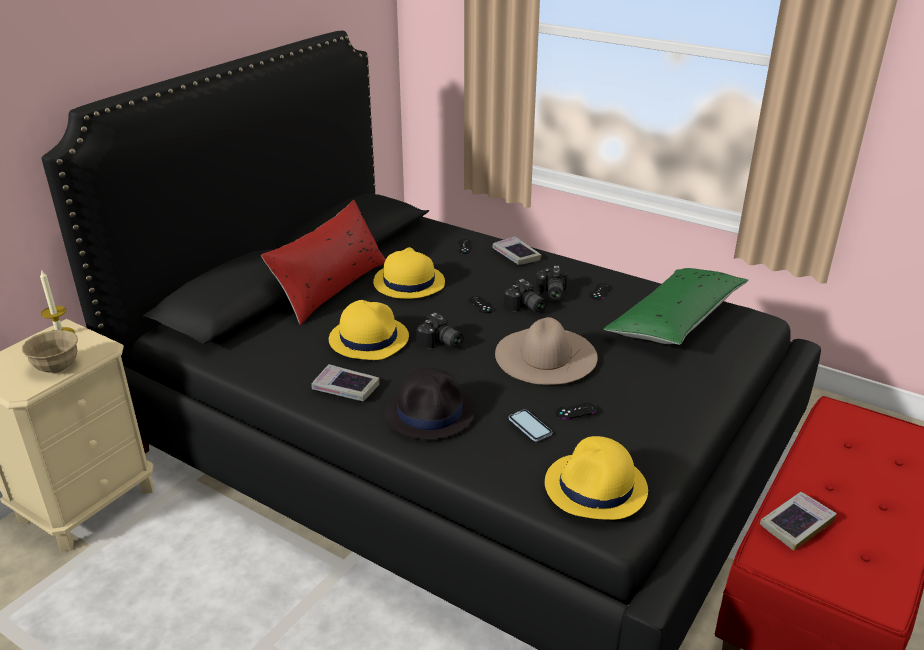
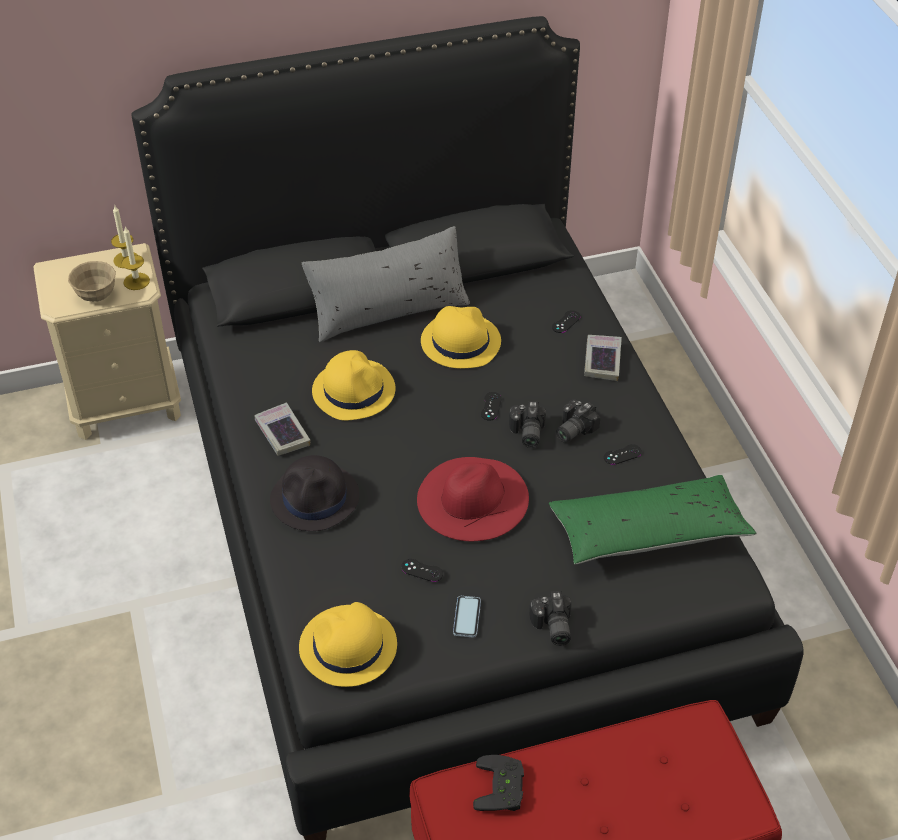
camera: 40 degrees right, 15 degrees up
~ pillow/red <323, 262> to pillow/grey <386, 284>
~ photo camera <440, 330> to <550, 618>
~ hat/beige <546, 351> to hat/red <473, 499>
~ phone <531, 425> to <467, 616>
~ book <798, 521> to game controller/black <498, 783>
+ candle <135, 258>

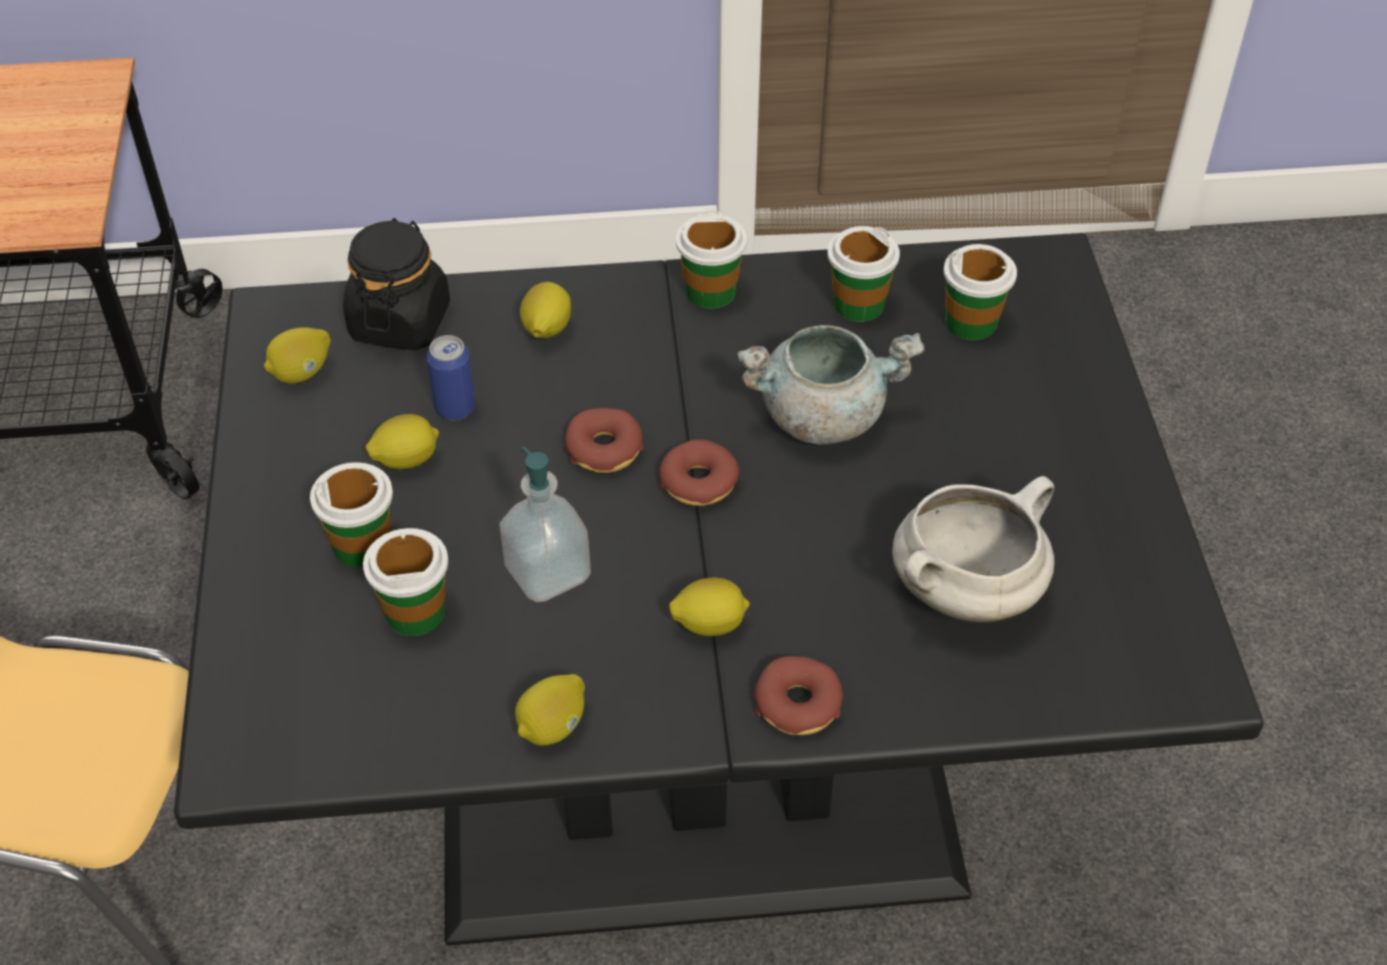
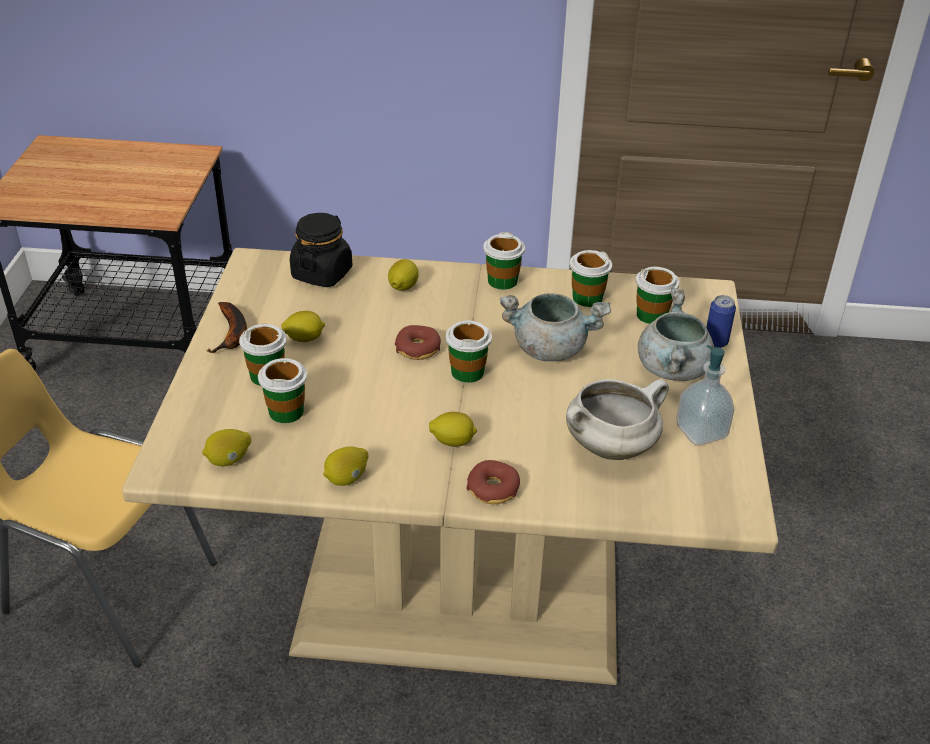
camera: 10 degrees right, 10 degrees down
~ dining table/black <719, 589> to dining table/beige <450, 466>
~ lemon <297, 355> to <226, 447>
~ can <451, 378> to <721, 321>
~ donut <699, 472> to cup <468, 352>
~ soap dispenser <545, 524> to <705, 395>
+ cooking pot/grey <676, 334>
+ banana <226, 327>

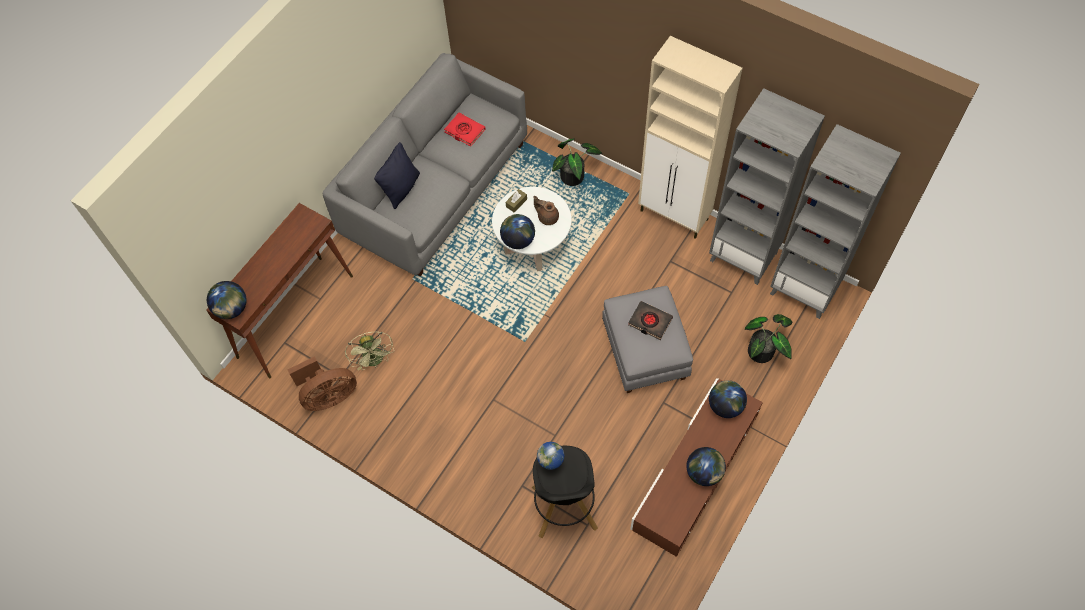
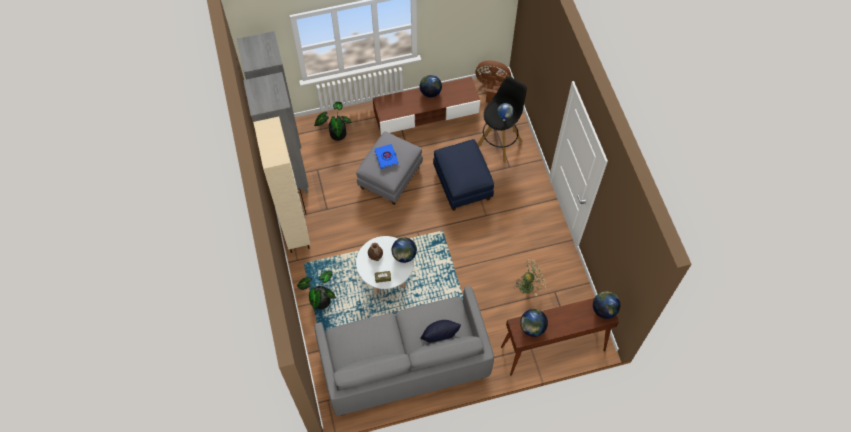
camera: 140 degrees left, 0 degrees up
- book/red <465, 129>
~ book/black <650, 320> to book/blue <386, 156>
~ fan/green <369, 351> = <530, 277> 45 degrees clockwise
~ fan/brown <322, 383> to <493, 81>
~ globe <728, 399> to <534, 323>
+ ottoman/blue <463, 175>

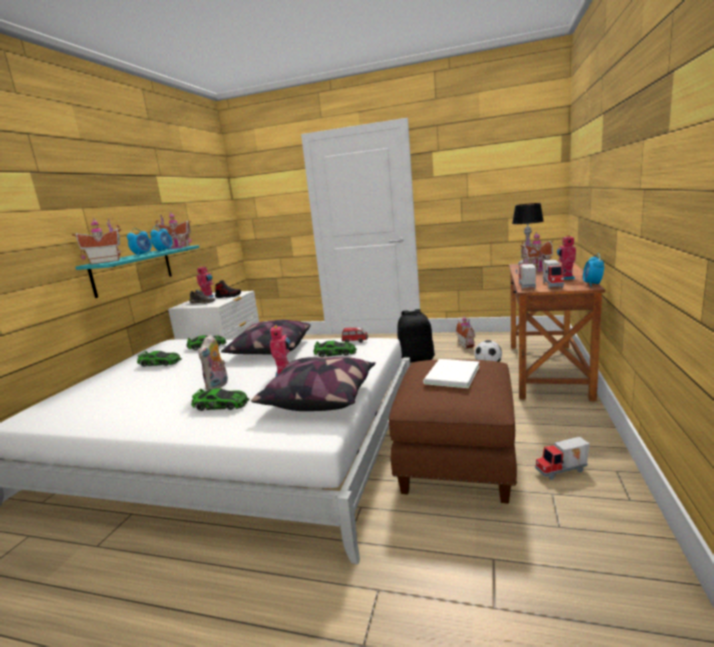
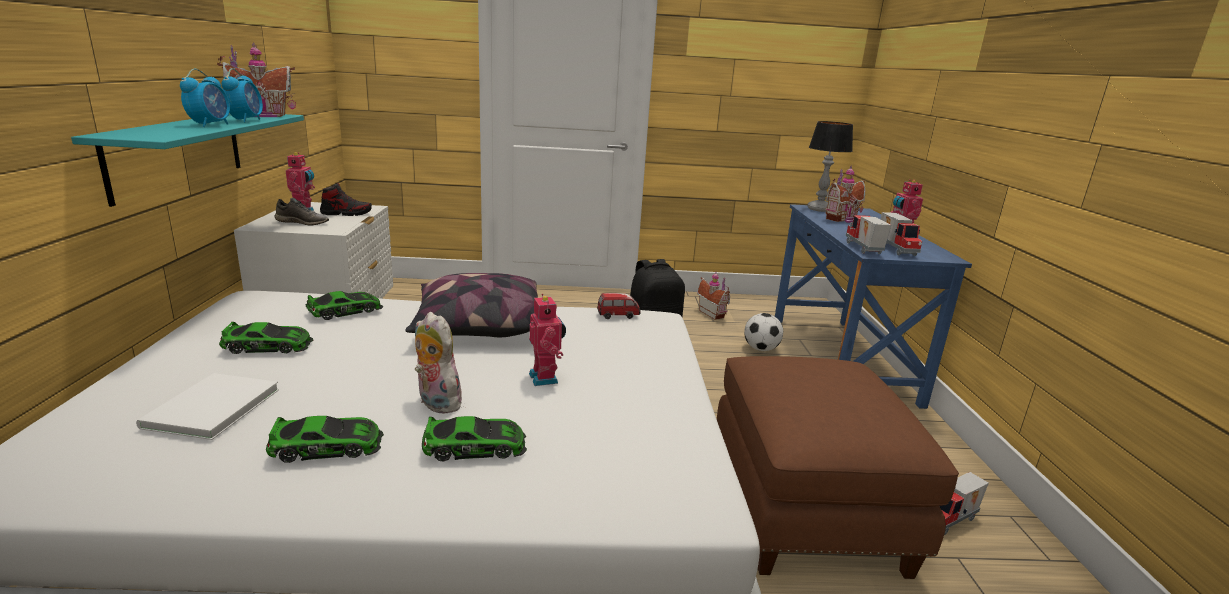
camera: 20 degrees left, 5 degrees up
- toy house <96, 241>
- alarm clock <593, 270>
~ desk/brown <557, 331> to desk/blue <873, 306>
~ plush toy <213, 363> = <440, 363> 135 degrees clockwise
~ toy car <335, 349> to <325, 439>
- pillow <313, 384>
~ book/white <451, 373> to <207, 406>

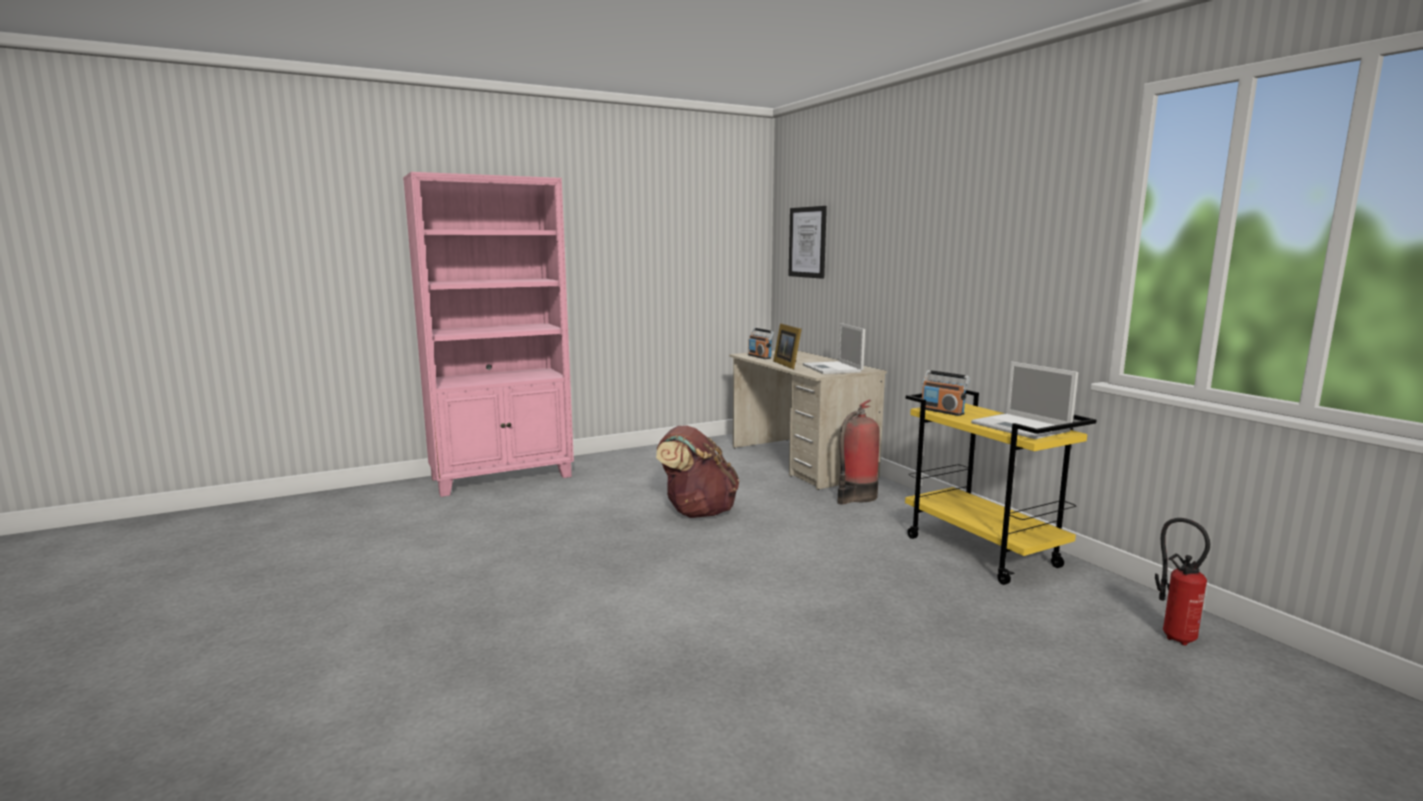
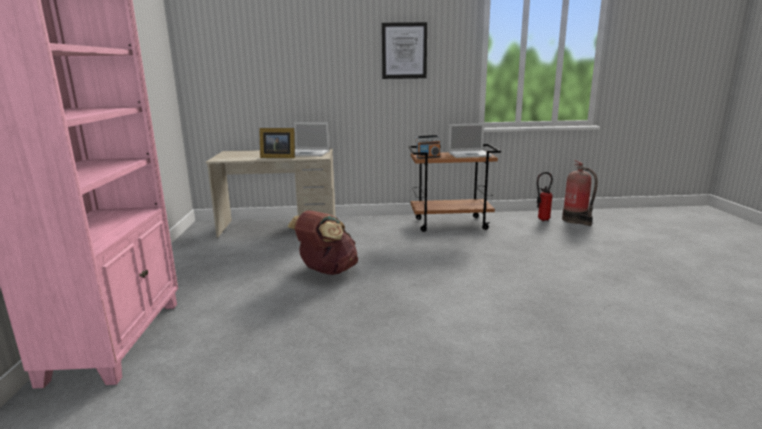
camera: 65 degrees left, 5 degrees up
~ picture <807, 242> to <404, 50>
- radio <761, 343>
~ cart/yellow <1000, 487> to cart/brown <455, 188>
~ fire extinguisher <859, 452> to <580, 193>

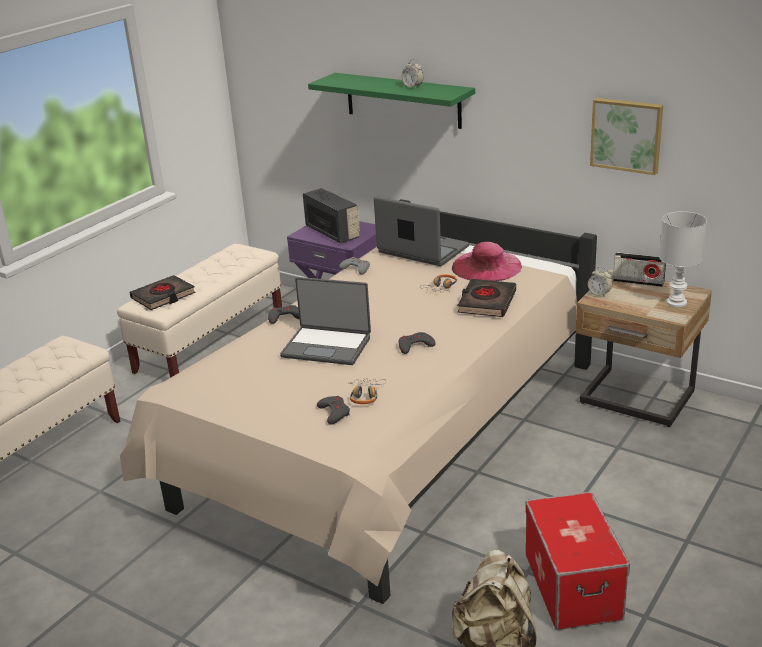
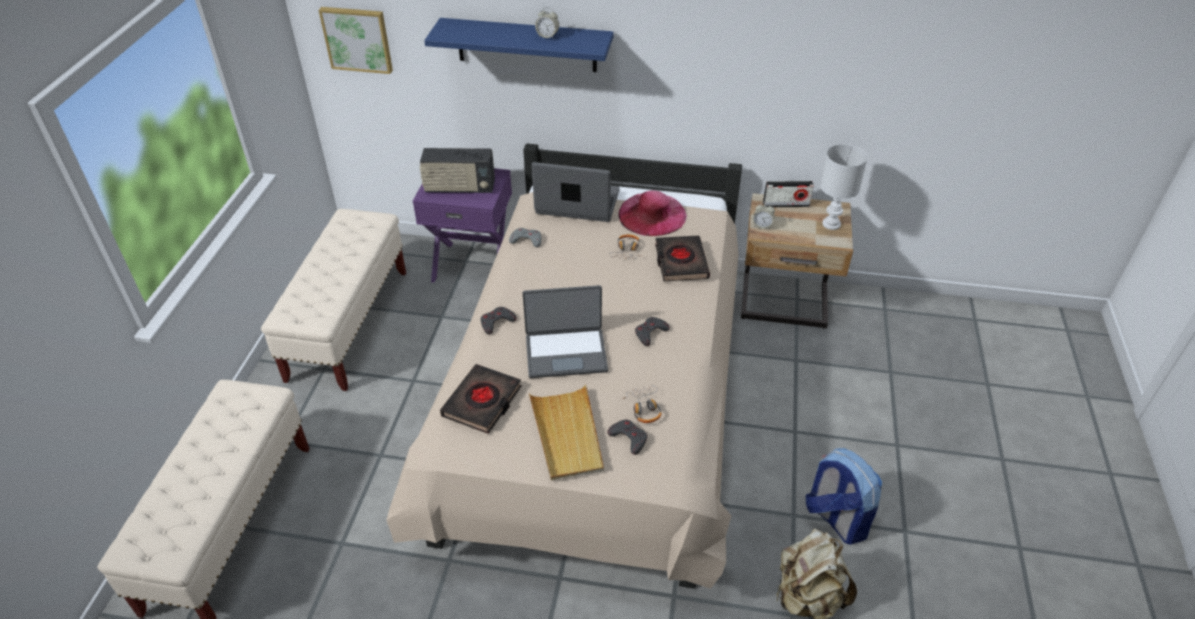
camera: 25 degrees left, 15 degrees up
~ shelf/green <391, 101> to shelf/blue <518, 45>
~ picture <626, 136> to <356, 40>
~ radio <331, 216> = <457, 170> 150 degrees clockwise
~ book/black <162, 292> to <481, 399>
~ storage box <577, 561> to backpack <844, 496>
+ tray/beige <566, 432>

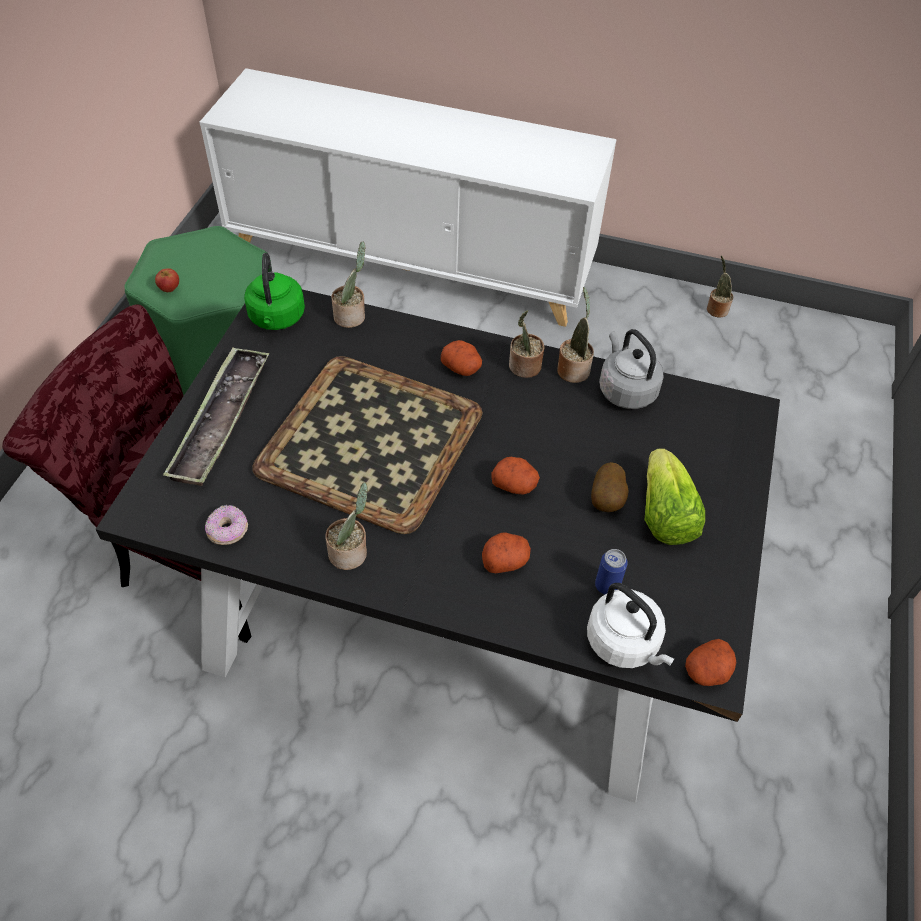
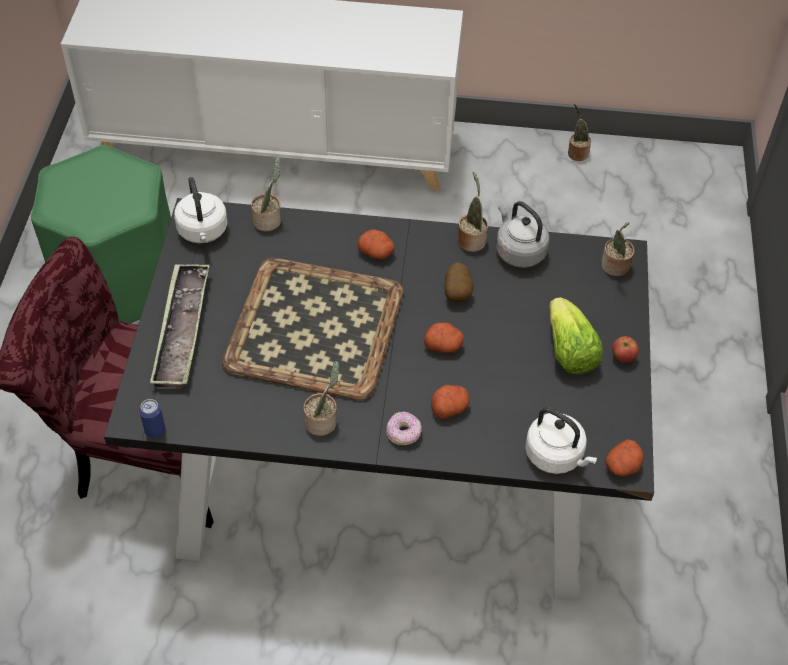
camera: 10 degrees left, 0 degrees up
~ kettle/green <274, 291> to kettle/white <200, 210>
~ apple <167, 280> to <625, 349>
~ potted plant <527, 344> to <618, 249>
~ potato <610, 487> to <459, 282>
~ donut <226, 525> to <404, 428>
~ can <611, 572> to <152, 418>

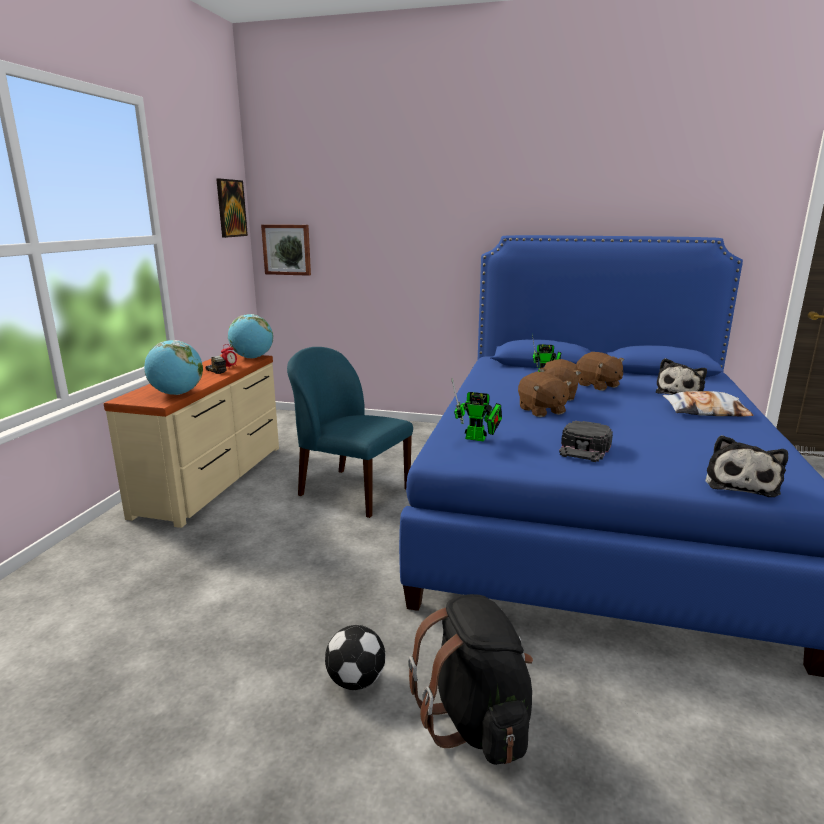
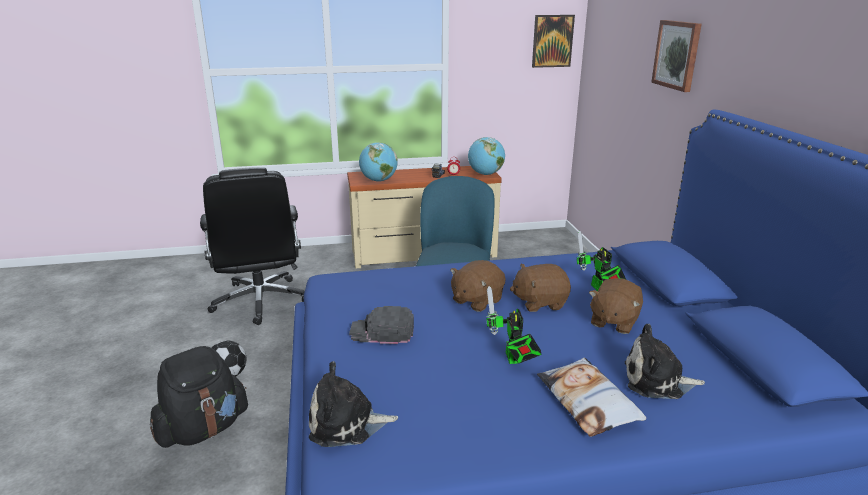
camera: 65 degrees right, 5 degrees up
~ picture <286, 250> to <676, 56>
~ toy robot <477, 410> to <513, 325>
+ office chair/black <252, 246>

